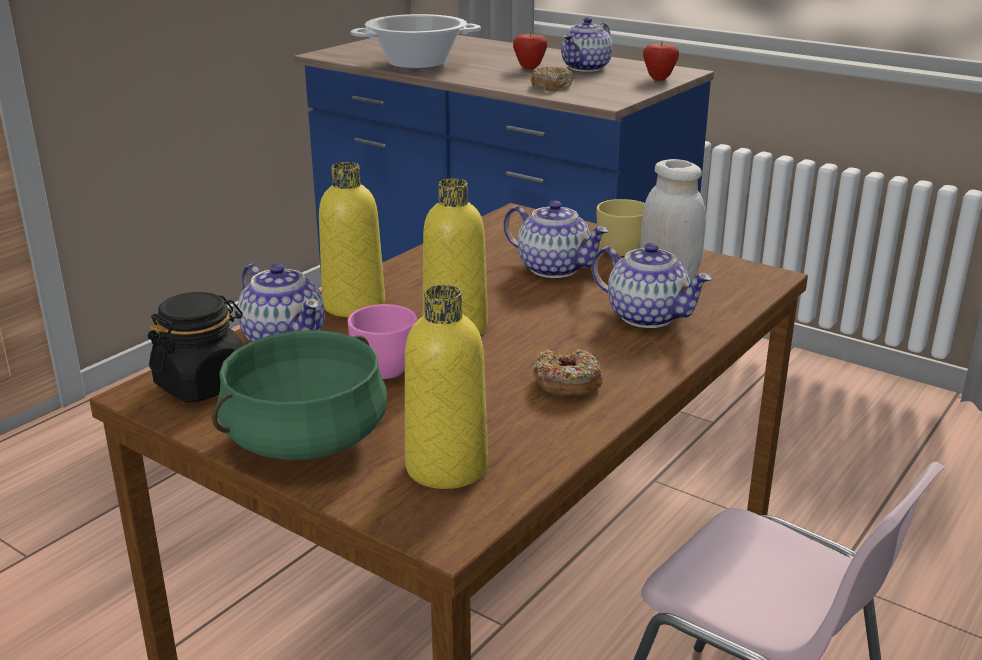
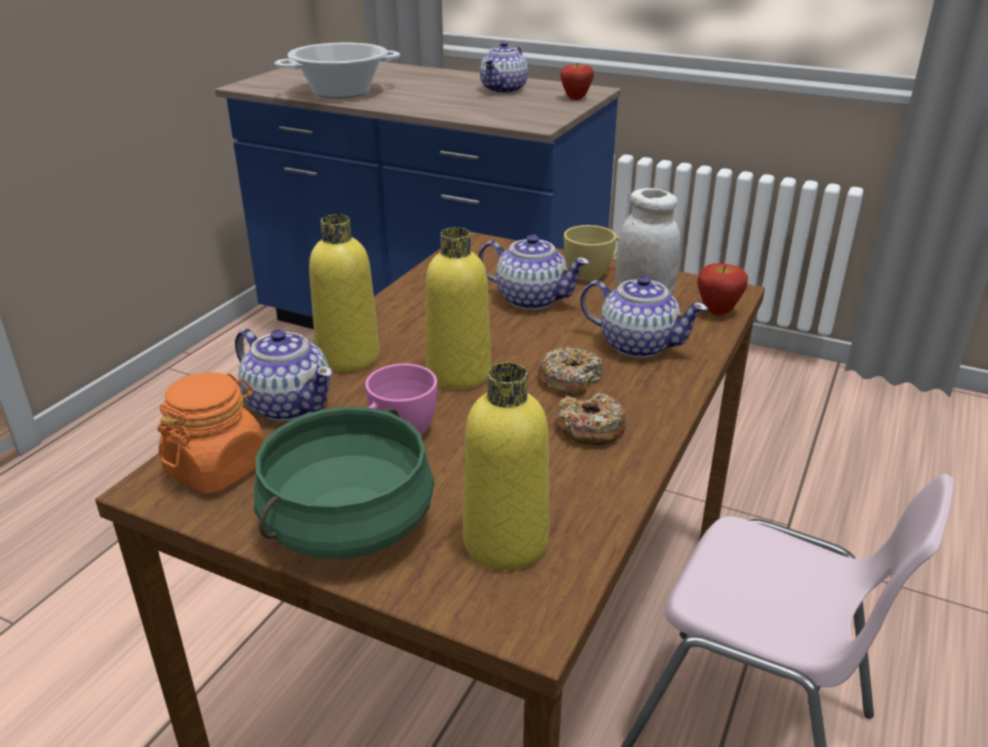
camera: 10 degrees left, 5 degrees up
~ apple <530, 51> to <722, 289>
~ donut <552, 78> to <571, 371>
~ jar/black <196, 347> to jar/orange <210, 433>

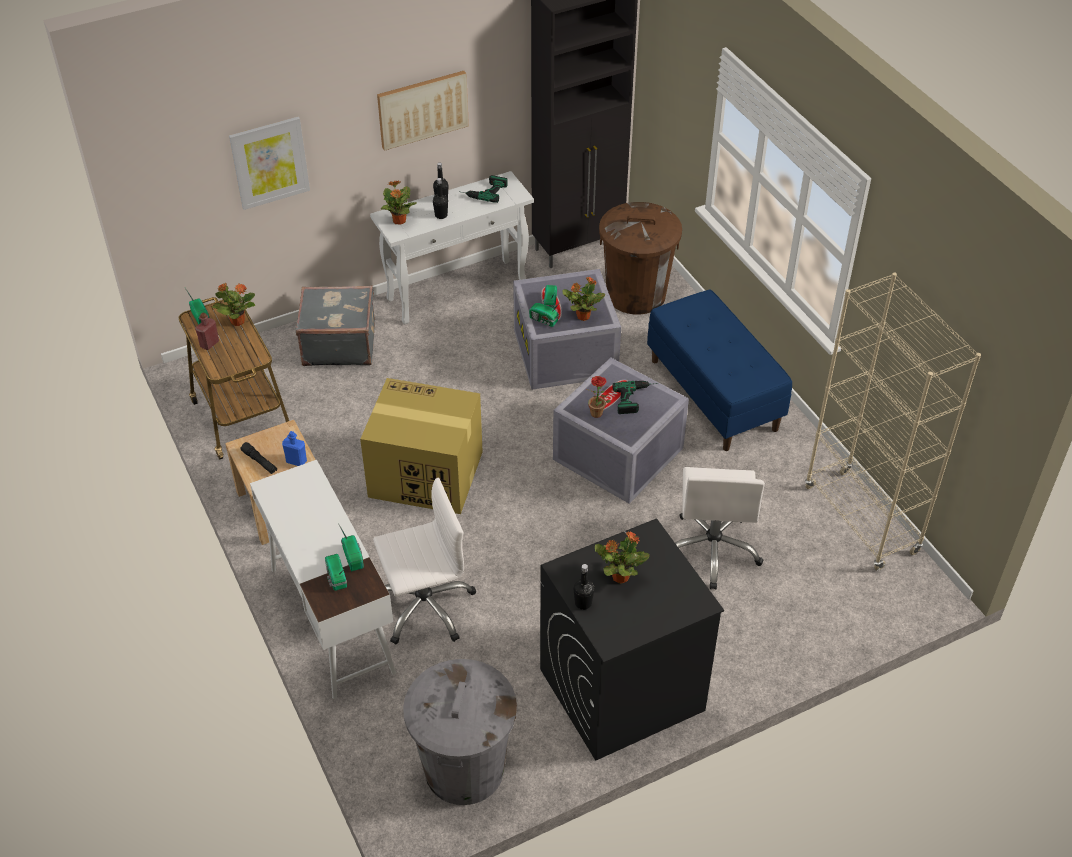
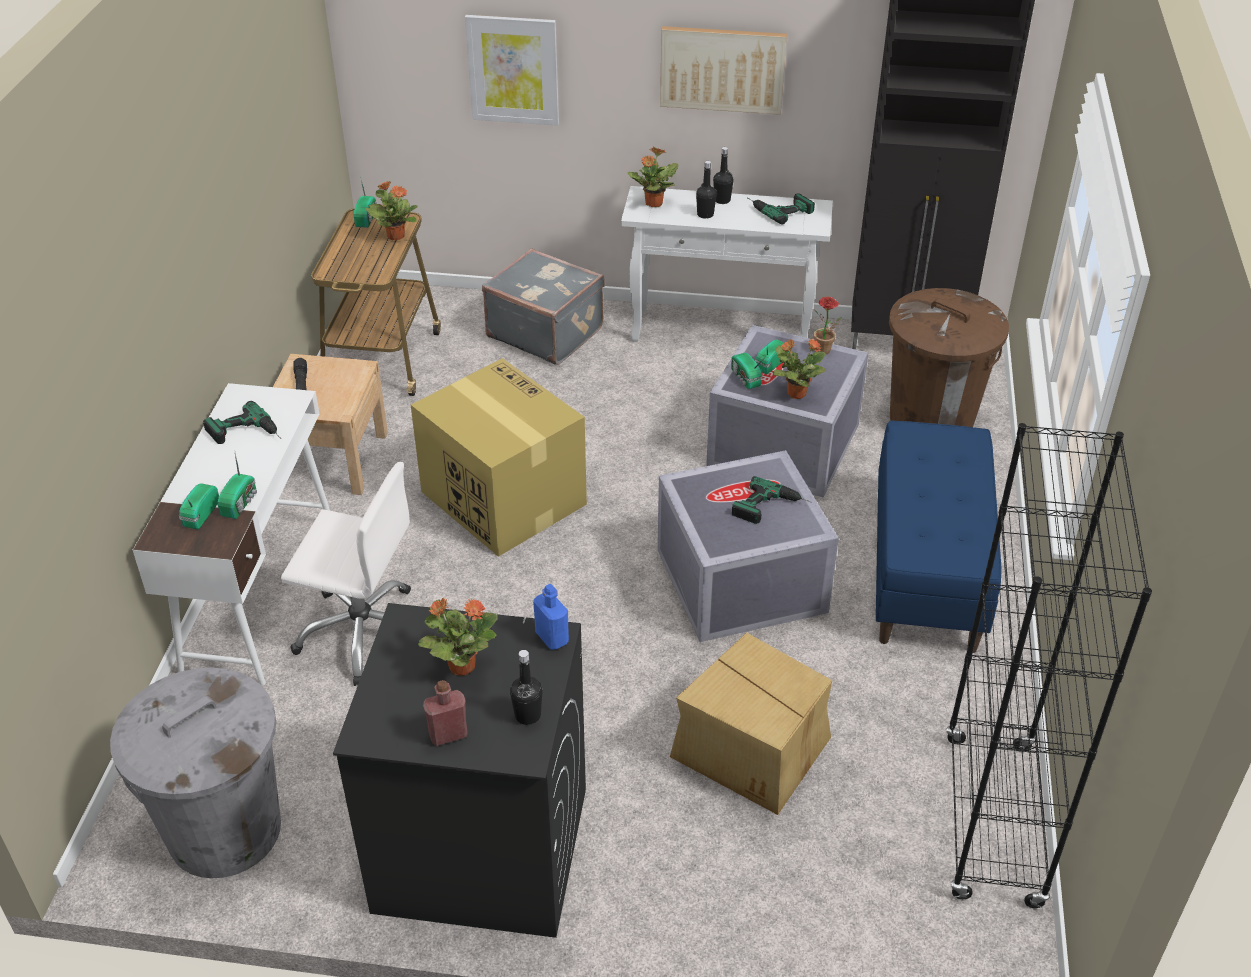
camera: 35 degrees right, 5 degrees down
~ bookcase/beige <893, 421> to bookcase/black <1049, 665>
~ bottle/red <207, 331> to <445, 713>
~ potted plant <599, 397> to <828, 325>
~ bottle/blue <294, 448> to <551, 617>
~ office chair/white <720, 528> to cardboard box <751, 724>
~ bottle/black <583, 587> to <526, 687>
+ power drill <242, 422>

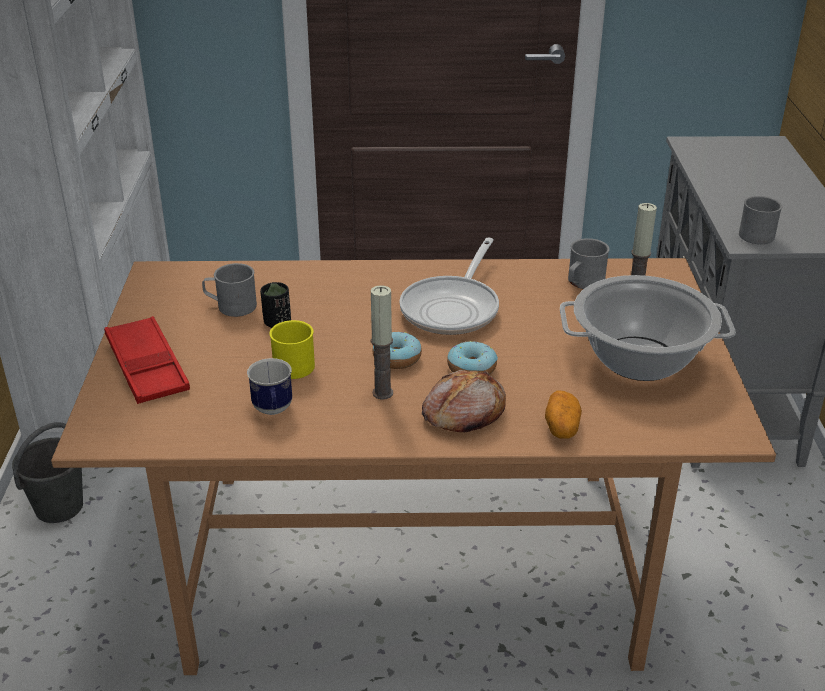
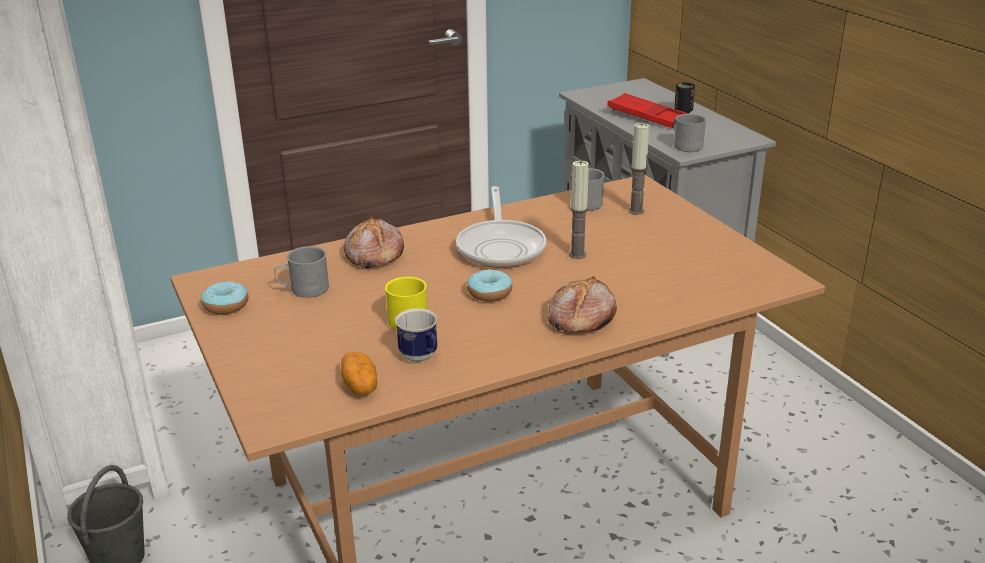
camera: 25 degrees left, 5 degrees down
- cooking pot <648, 328>
~ cup/black <275, 305> to <684, 97>
~ candle <382, 342> to <579, 210>
~ tray/red <147, 360> to <648, 110>
~ donut <472, 358> to <224, 298>
~ potato <563, 415> to <359, 373>
+ bread <374, 242>

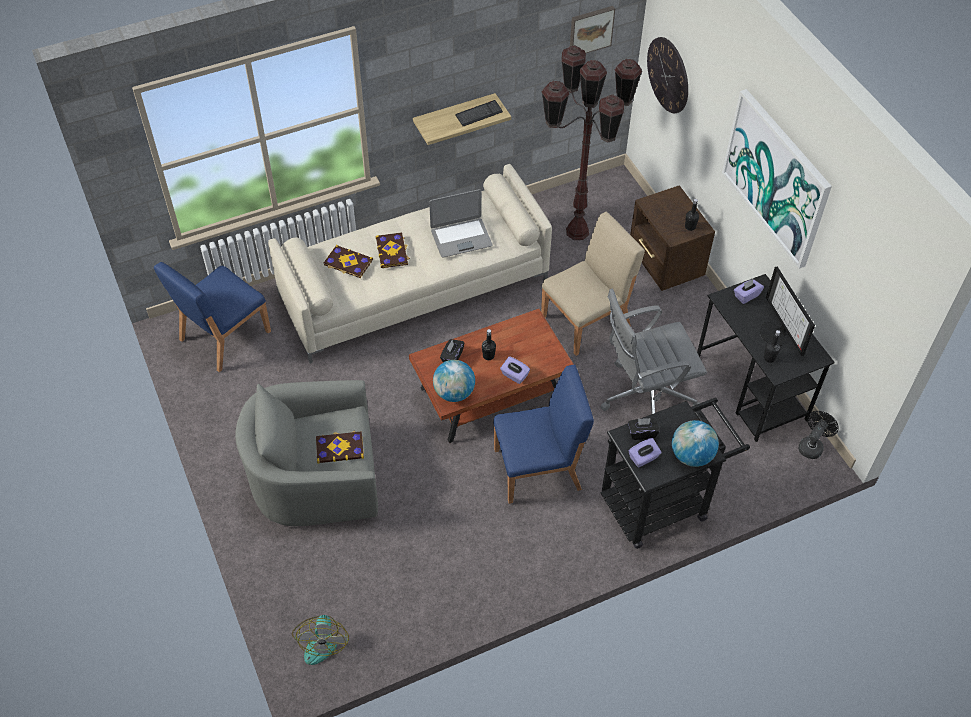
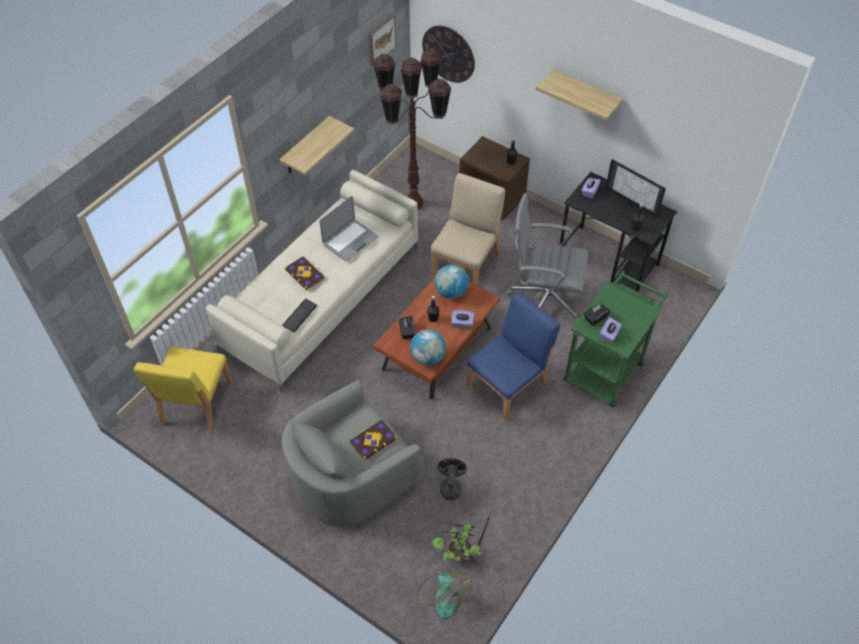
camera: 30 degrees left, 0 degrees up
~ picture <777, 179> to shelf <579, 94>
~ keyboard <479, 113> to <300, 315>
- book <348, 261>
~ chair/blue <212, 317> to chair/yellow <183, 390>
~ office chair/grey <653, 351> = <547, 258> 60 degrees clockwise
~ cart/black <675, 473> to cart/green <616, 339>
~ fan/black <818, 435> to <452, 479>
~ globe <695, 443> to <452, 282>
+ potted plant <462, 538>

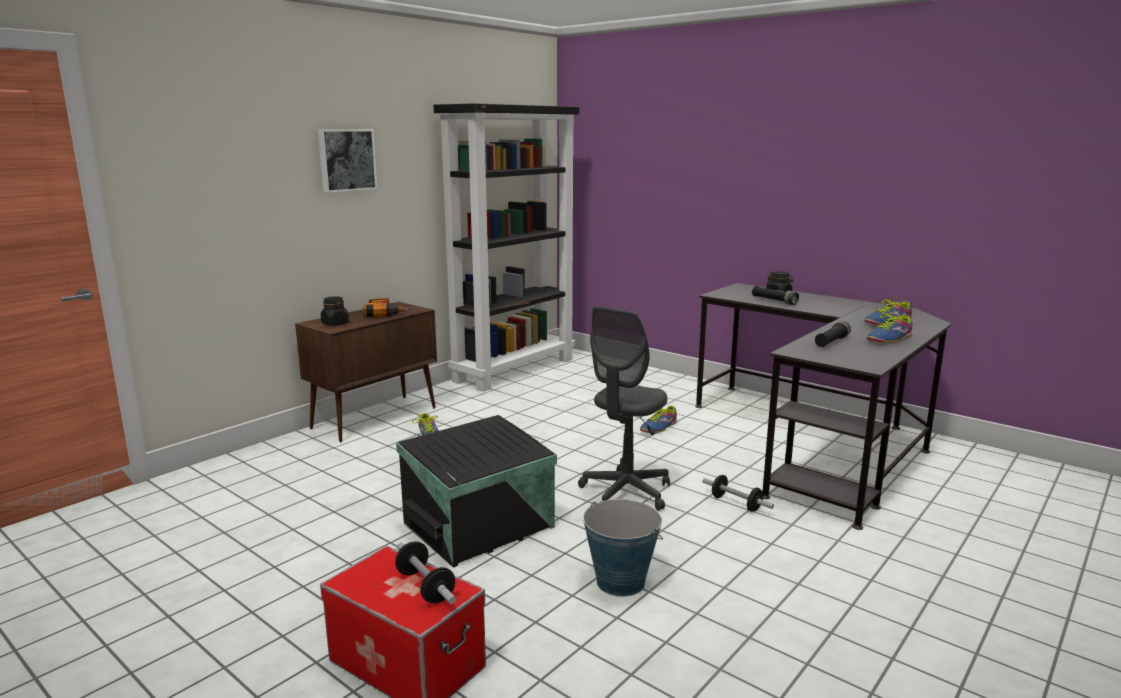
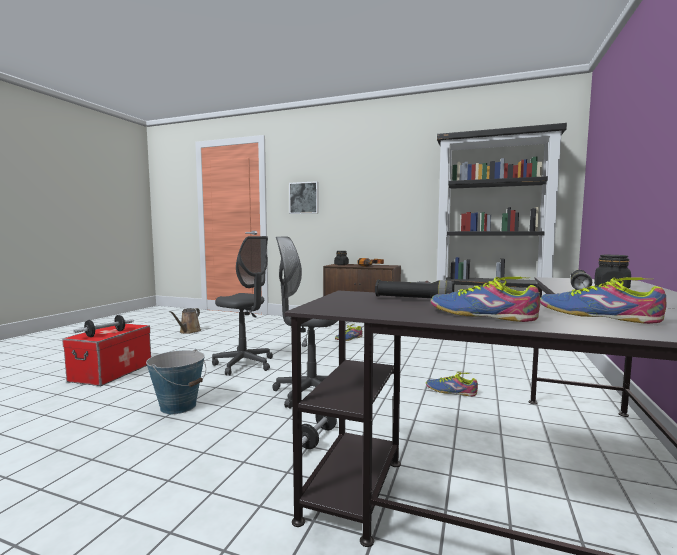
camera: 70 degrees right, 10 degrees down
~ picture <347, 161> to <304, 197>
~ storage box/black <476, 491> to office chair/grey <242, 305>
+ watering can/brown <185, 321>

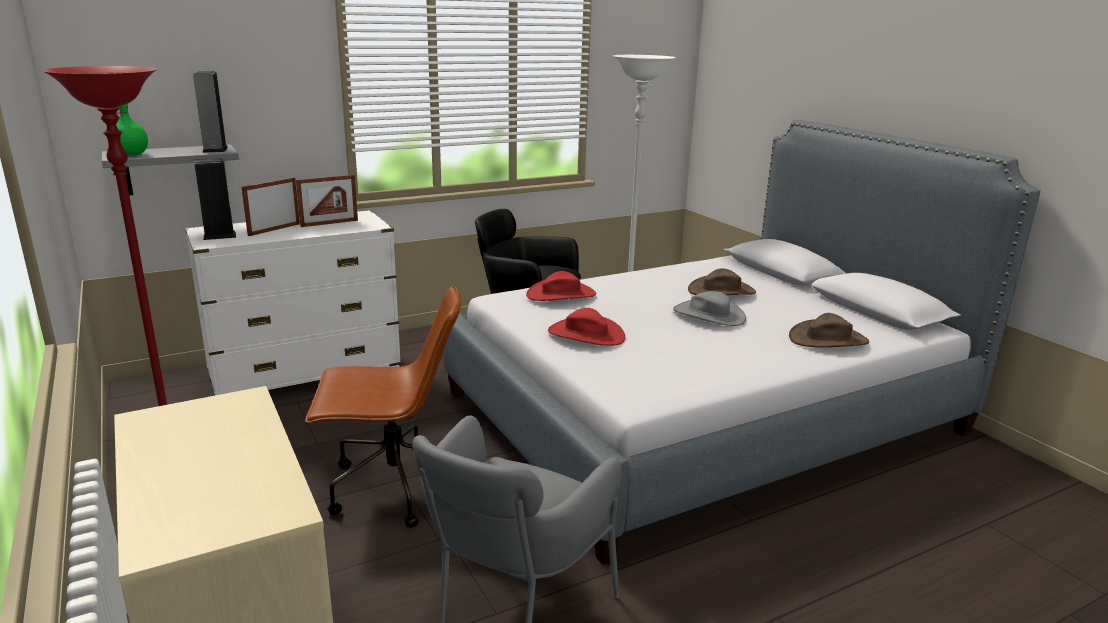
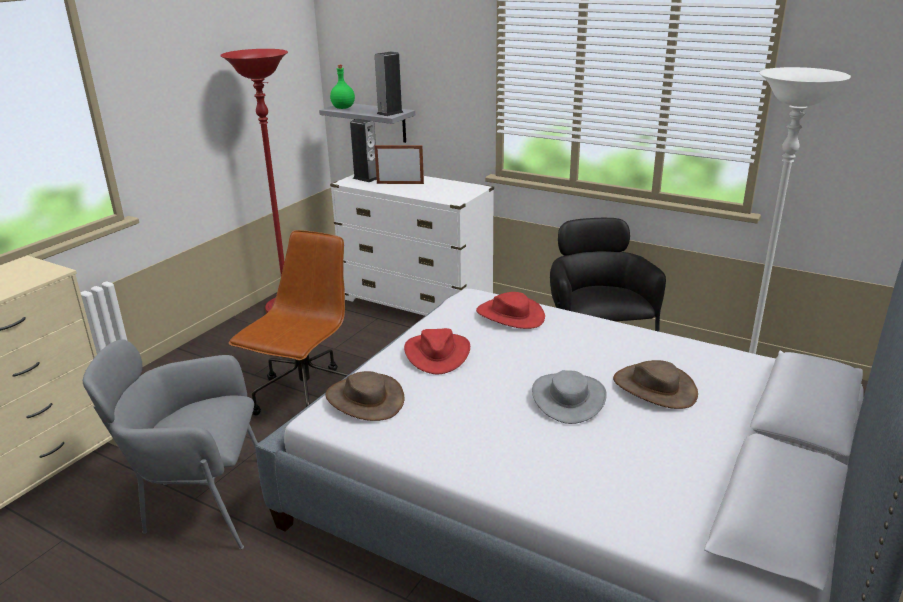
camera: 60 degrees right, 5 degrees up
- picture frame <327, 201>
~ office chair/brown <383, 406> = <289, 323> 120 degrees counterclockwise
~ hat/brown <829, 330> to <365, 396>

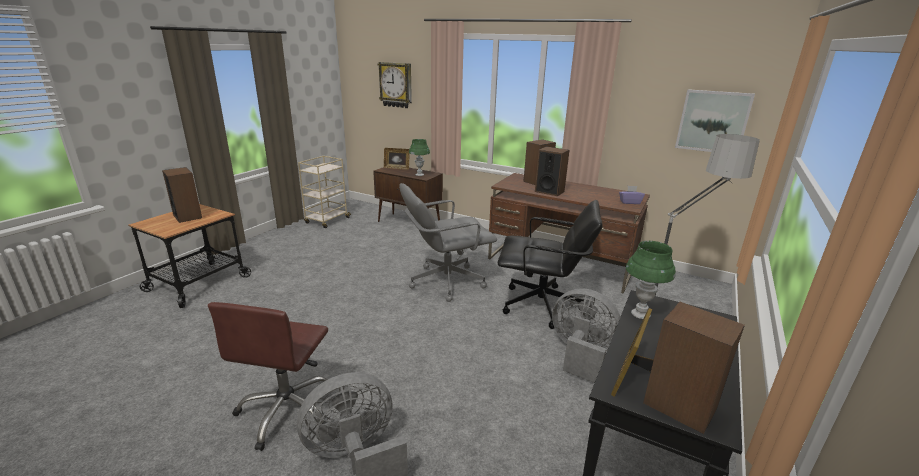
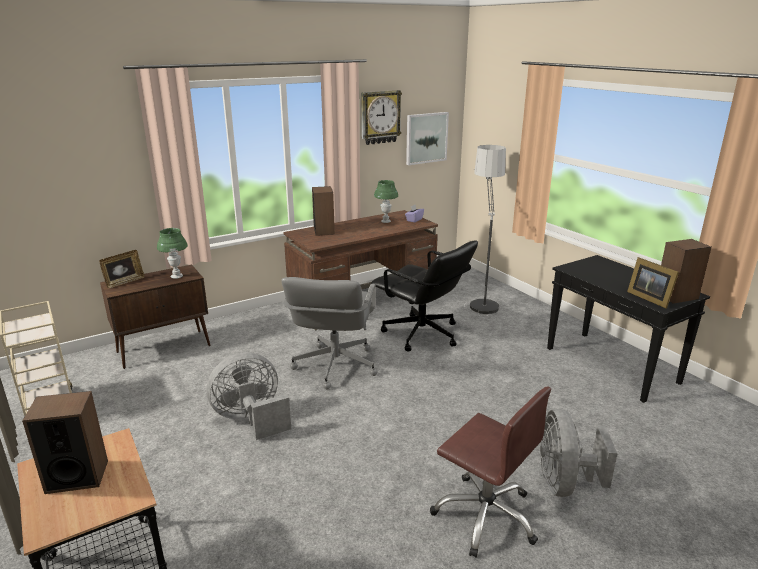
camera: 60 degrees left, 0 degrees up
~ wall clock <395, 85> to <381, 117>
- speaker <552, 171>
~ office chair/black <550, 264> = <424, 295> 90 degrees clockwise
~ table lamp/green <651, 280> to <386, 201>
~ fan/grey <586, 335> to <249, 396>

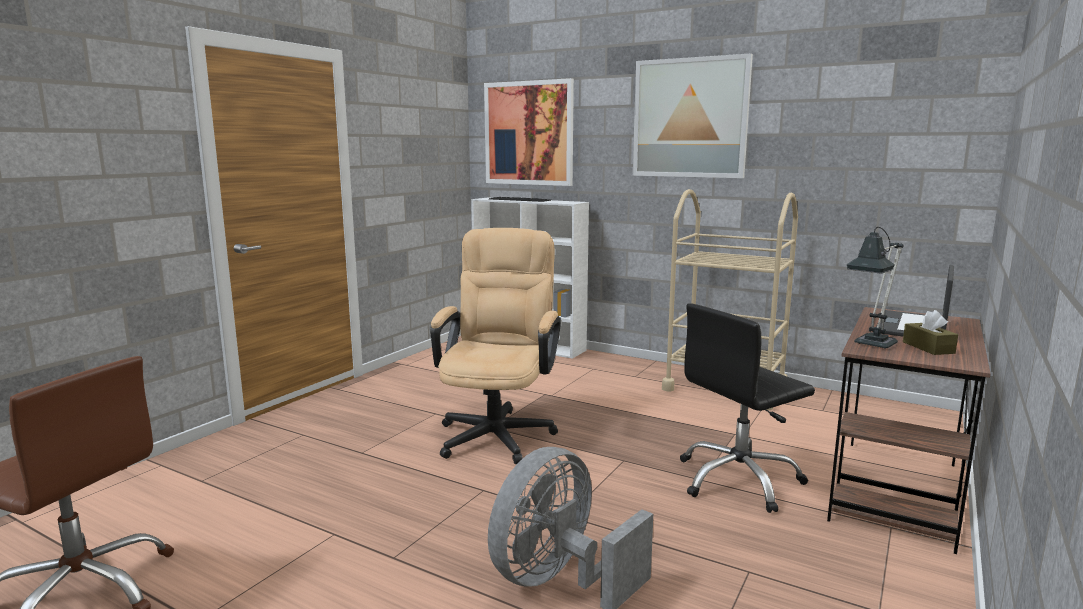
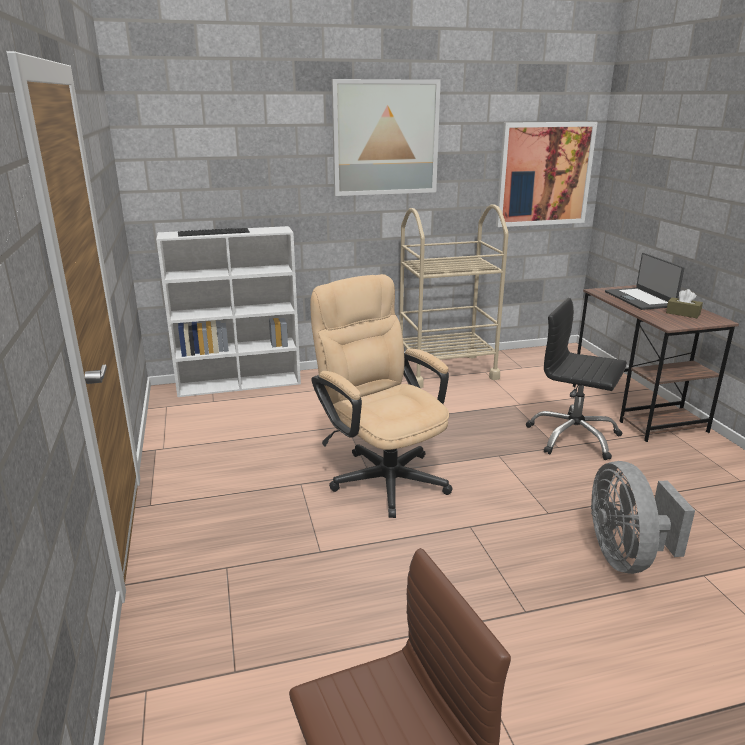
camera: 45 degrees left, 10 degrees up
~ picture <529, 132> to <546, 174>
- table lamp <875, 288>
~ office chair/black <747, 408> = <576, 379> 105 degrees clockwise

